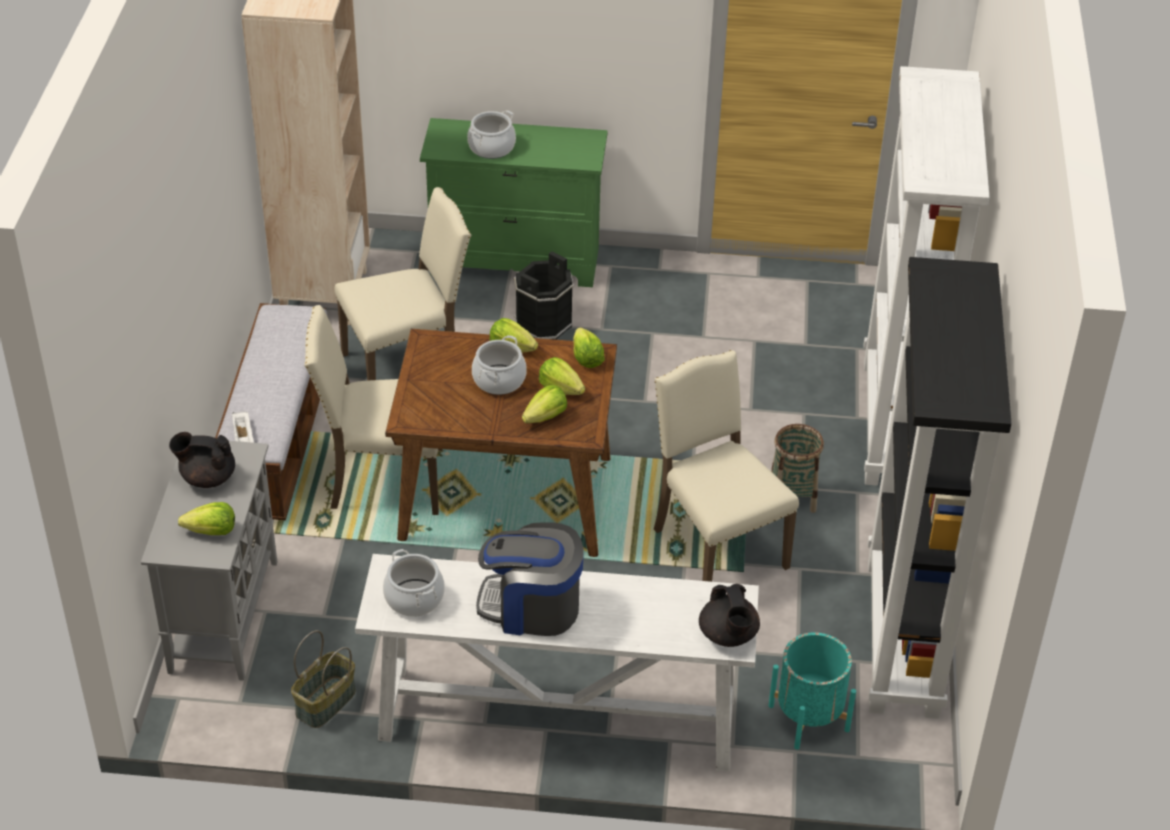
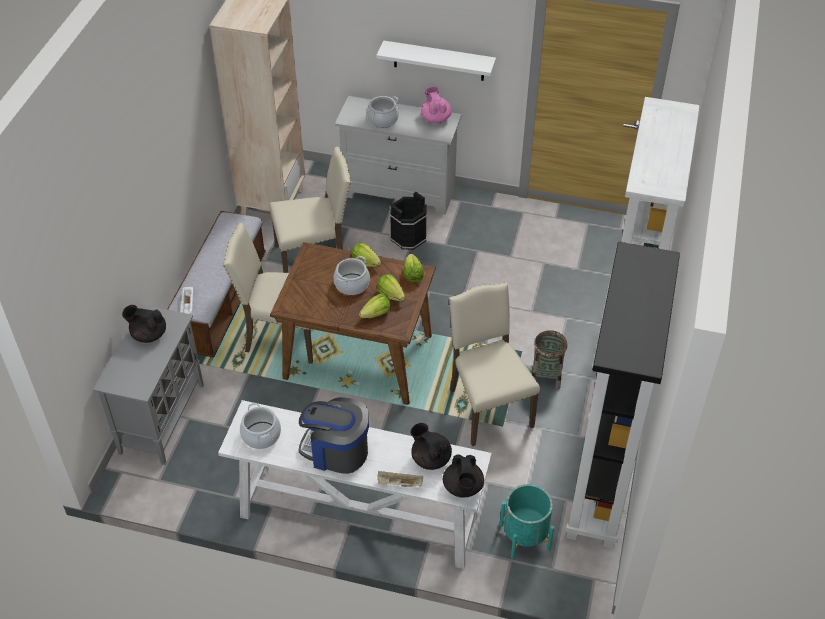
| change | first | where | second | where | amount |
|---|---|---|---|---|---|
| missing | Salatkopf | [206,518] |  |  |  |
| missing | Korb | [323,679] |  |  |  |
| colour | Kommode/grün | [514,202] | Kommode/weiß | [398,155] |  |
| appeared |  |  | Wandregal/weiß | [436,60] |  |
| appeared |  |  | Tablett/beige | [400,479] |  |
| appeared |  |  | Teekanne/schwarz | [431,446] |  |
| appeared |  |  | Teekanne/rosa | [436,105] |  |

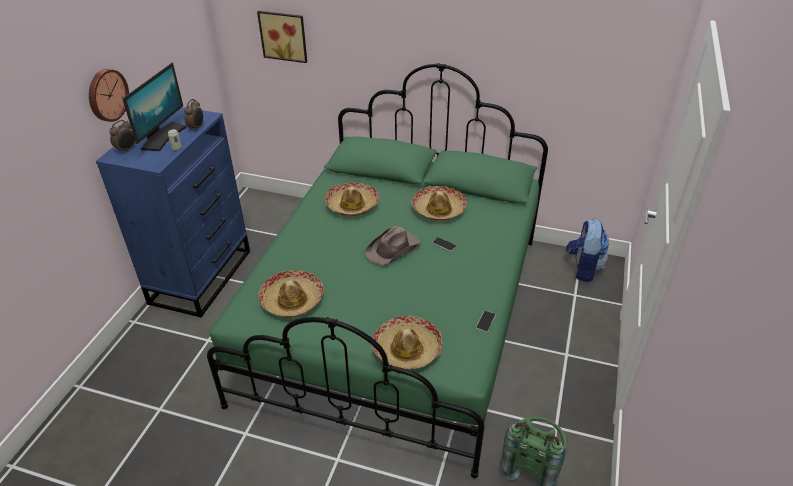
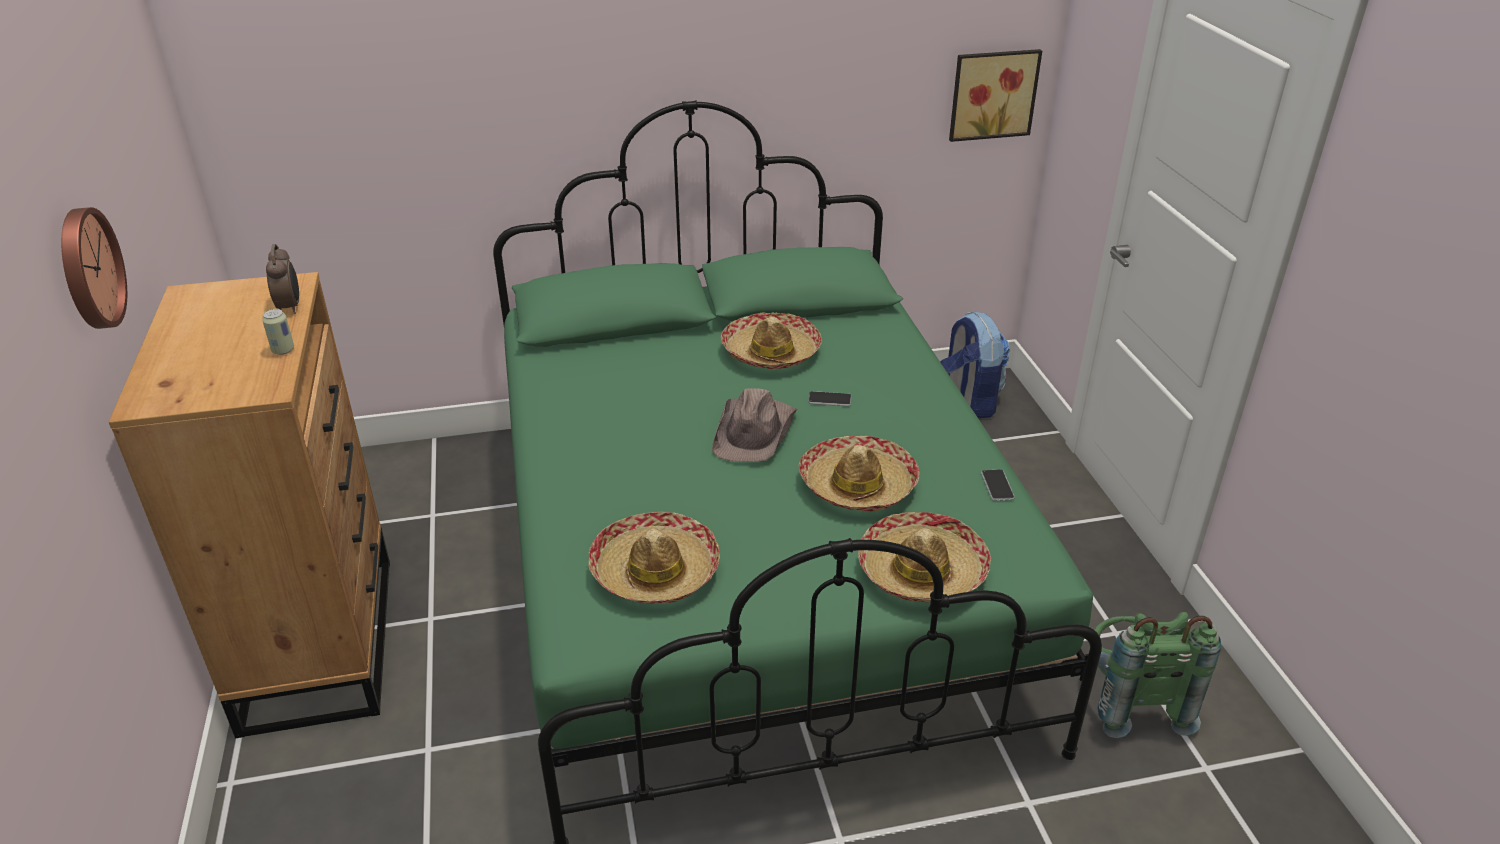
| change | first | where | second | where | amount |
|---|---|---|---|---|---|
| colour | Kommode/blau | [173,212] | Kommode/braun | [249,505] |  |
| missing | Wecker | [122,137] |  |  |  |
| missing | Monitor | [154,107] |  |  |  |
| relocated | Bild | [282,37] |  | [995,95] |  |
| relocated | Hut | [352,200] |  | [859,474] |  |

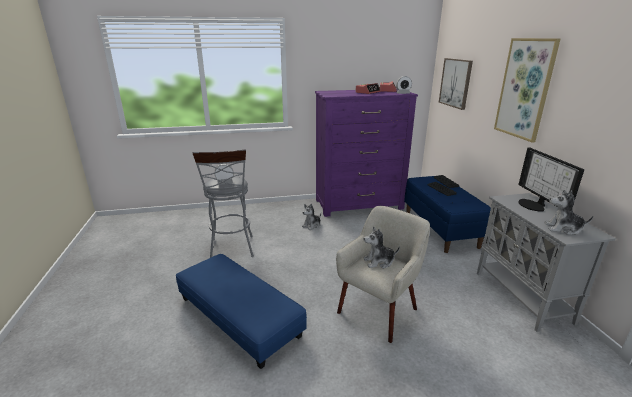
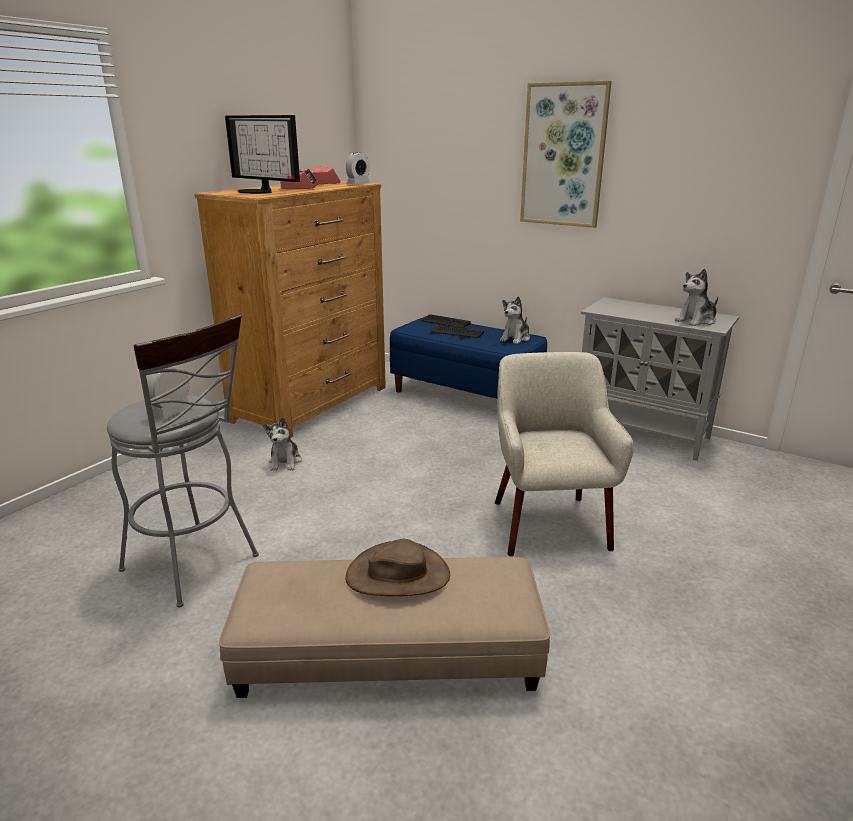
| change | first | where | second | where | amount |
|---|---|---|---|---|---|
| colour | Polsterhocker/blau | [241,311] | Polsterhocker/beige | [384,627] |  |
| colour | Kommode/lila | [366,153] | Kommode/braun | [290,309] |  |
| relocated | Plüschtier | [382,248] |  | [515,320] |  |
| missing | Bild | [456,84] |  |  |  |
| relocated | Monitor | [551,179] |  | [262,154] |  |
| appeared |  |  | Hut/braun | [397,567] |  |

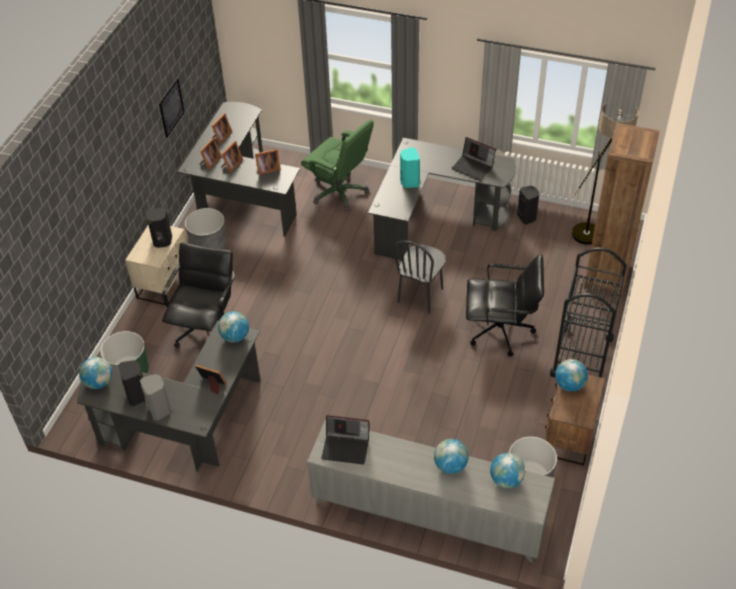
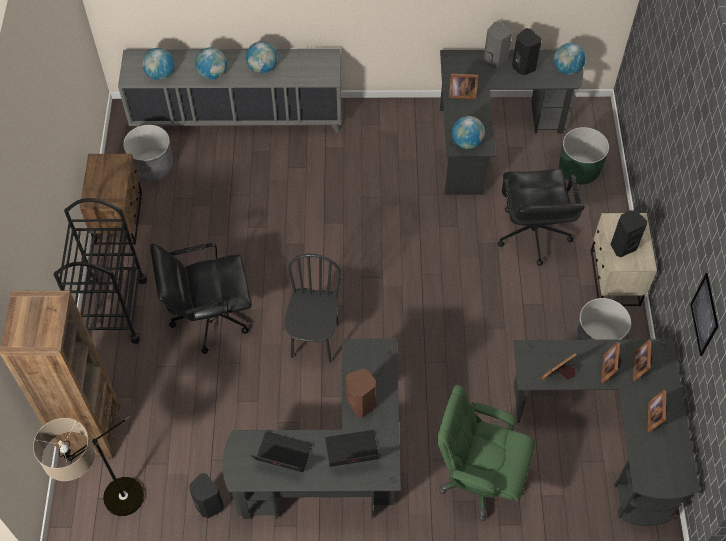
| change | first | where | second | where | amount |
|---|---|---|---|---|---|
| relocated | Laptop | [345,439] |  | [353,448] |  |
| colour | Lautsprecher/türkis | [410,167] | Lautsprecher/braun | [361,393] |  |
| relocated | Globus | [571,375] |  | [261,57] |  |

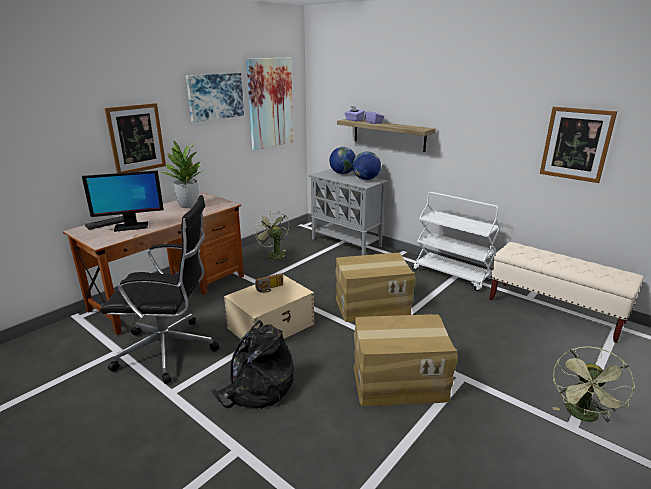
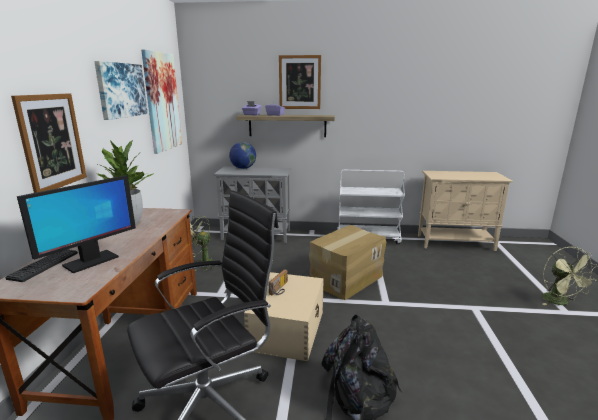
| change | first | where | second | where | amount |
|---|---|---|---|---|---|
| missing | Globus | [367,166] |  |  |  |
| missing | Karton | [406,360] |  |  |  |
| exchanged | Bank/beige | [566,292] | Schrank/beige | [465,211] |  |
| relocated | Bild | [578,145] |  | [300,82] |  |

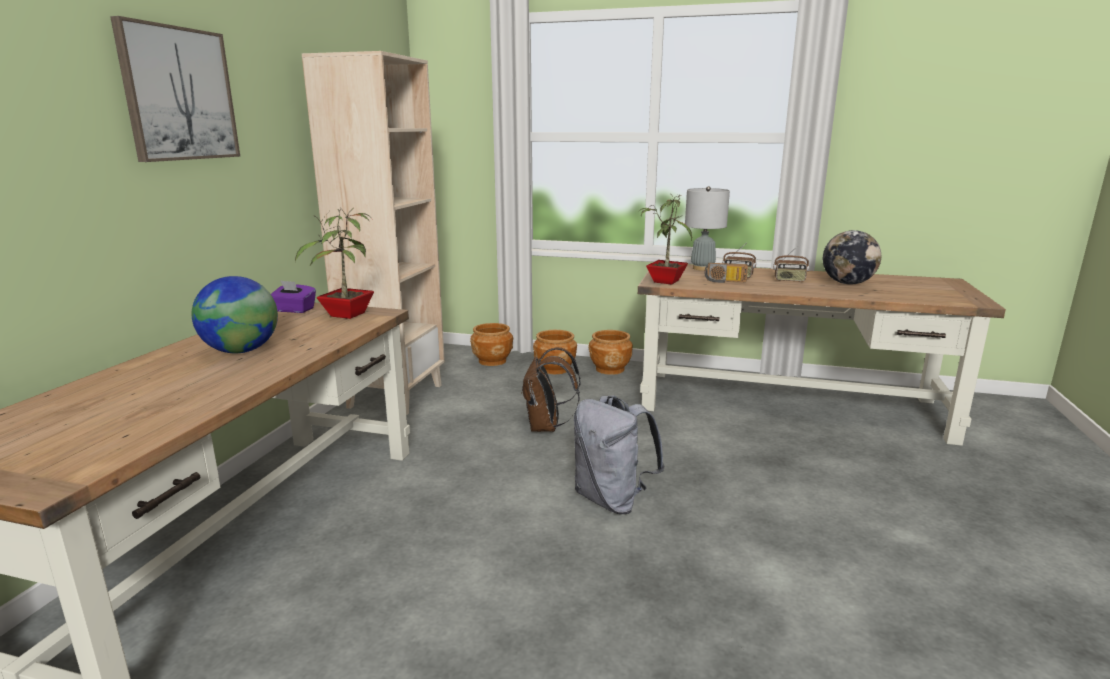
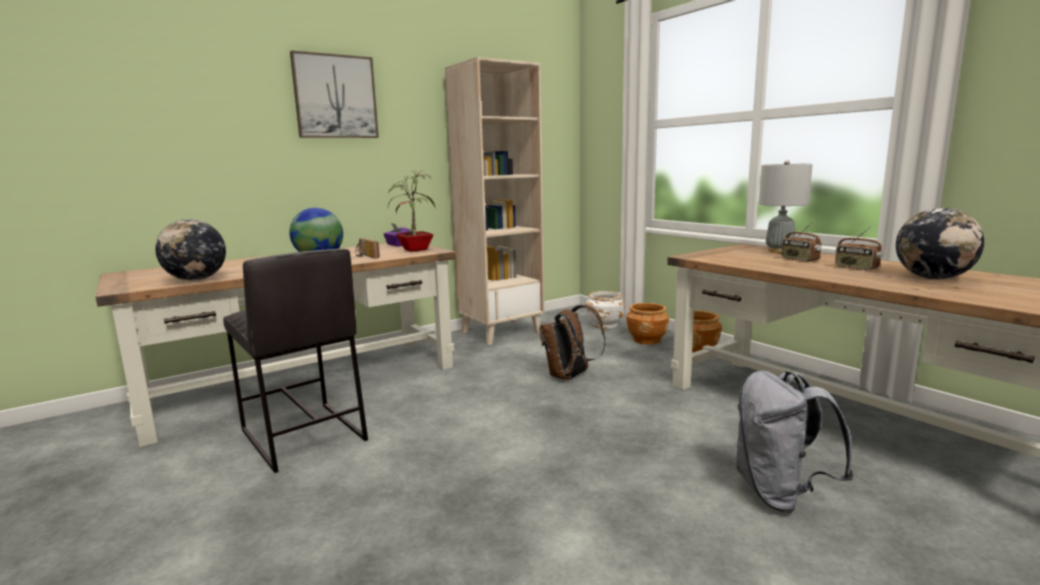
| change | first | where | second | where | amount |
|---|---|---|---|---|---|
| colour | Pflanzkübel/braun | [491,344] | Pflanzkübel/weiß | [605,309] |  |
| relocated | Rucksack/grau | [619,454] |  | [794,442] |  |
| missing | Topfpflanze | [665,240] |  |  |  |
| relocated | Radio | [726,273] |  | [367,248] |  |
| appeared |  |  | Globus | [190,250] |  |
| appeared |  |  | Hocker/grau | [295,361] |  |

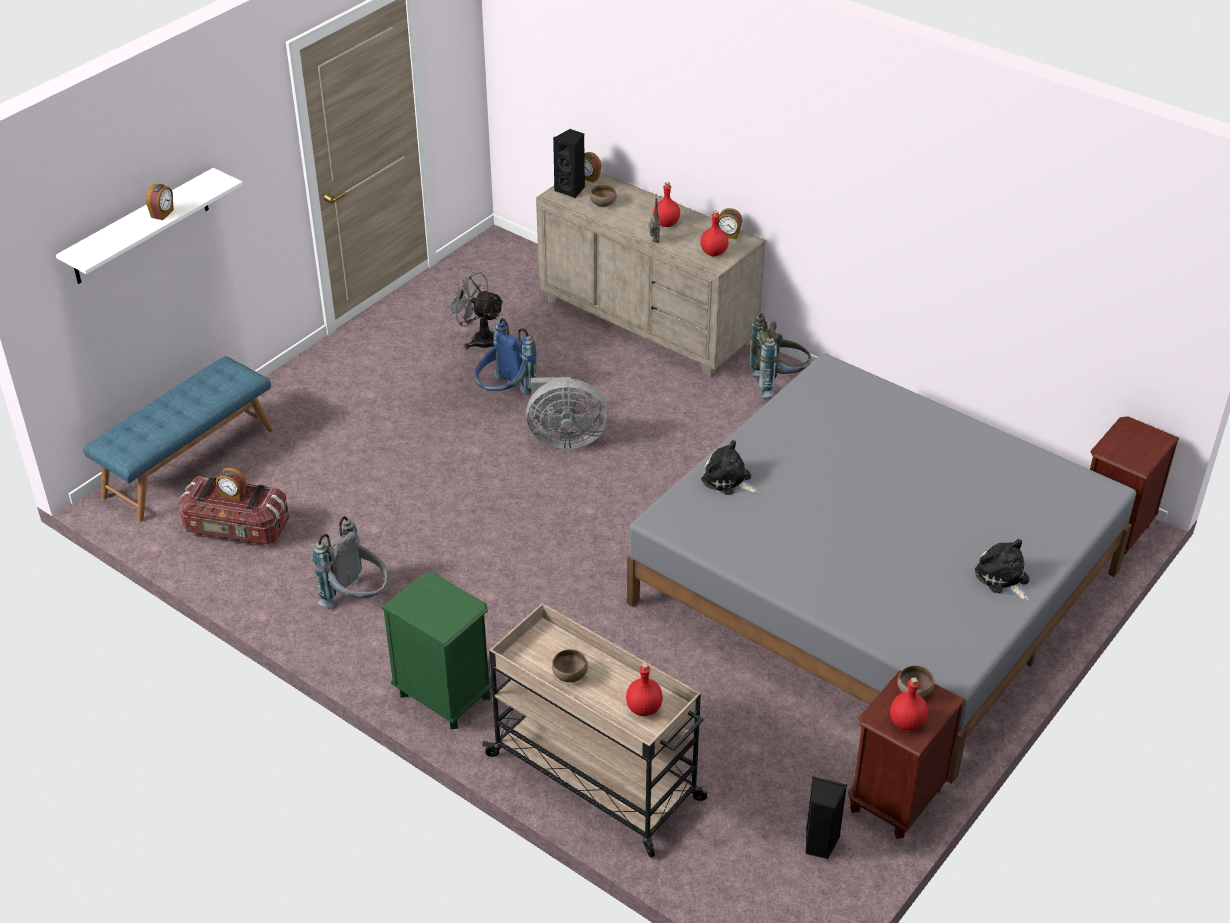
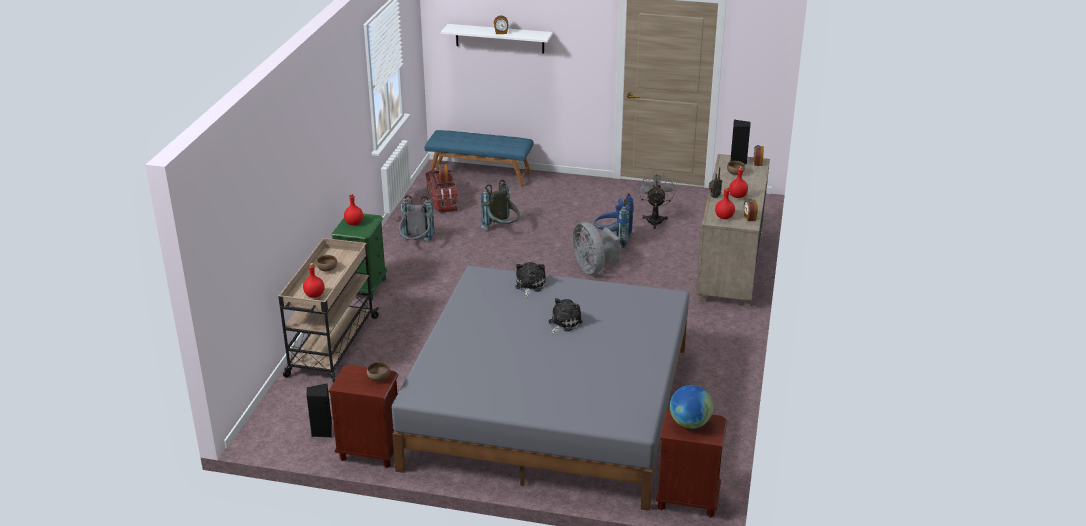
| change | first | where | second | where | amount |
|---|---|---|---|---|---|
| relocated | Rucksack/grau | [780,355] |  | [500,205] |  |
| relocated | Flasche/rot | [909,704] |  | [353,209] |  |
| relocated | Plüschtier | [1002,570] |  | [565,316] |  |
| appeared |  |  | Globus | [691,407] |  |

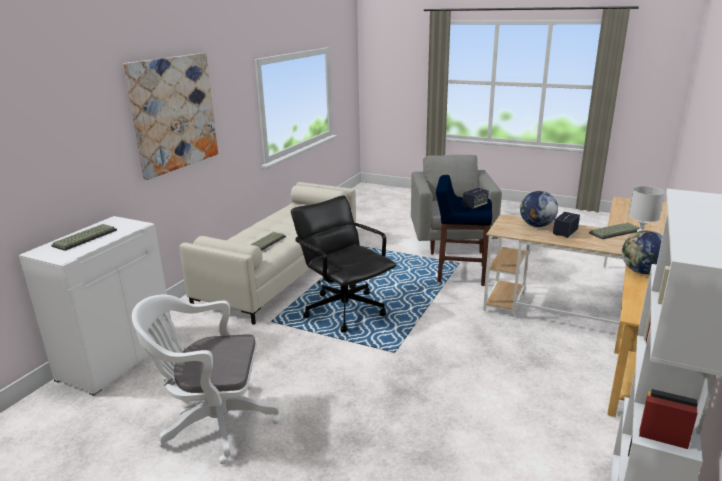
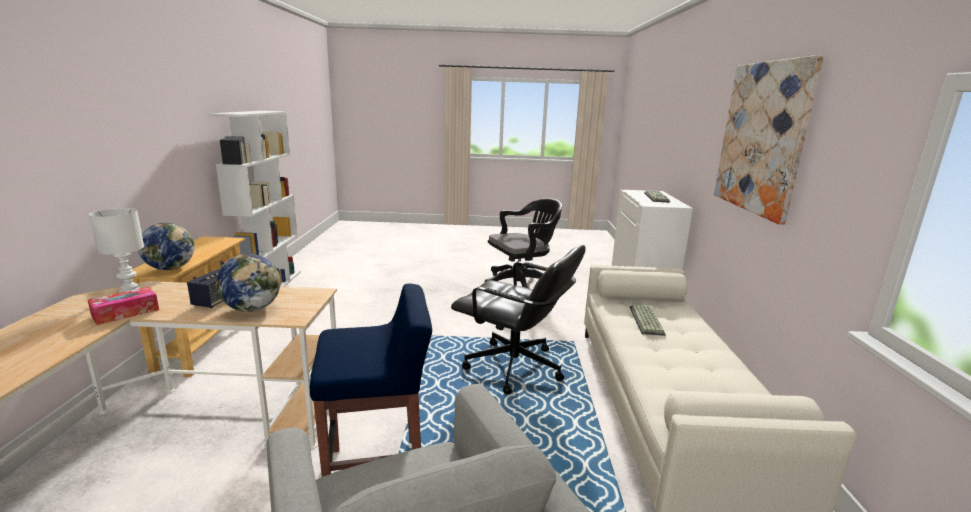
| change | first | where | second | where | amount |
|---|---|---|---|---|---|
| colour | Bürostuhl/weiß | [206,379] | Bürostuhl/schwarz | [523,243] |  |
| missing | Lautsprecher | [476,198] |  |  |  |
| exchanged | Tastatur | [614,230] | Taschentuchbox | [123,306] |  |

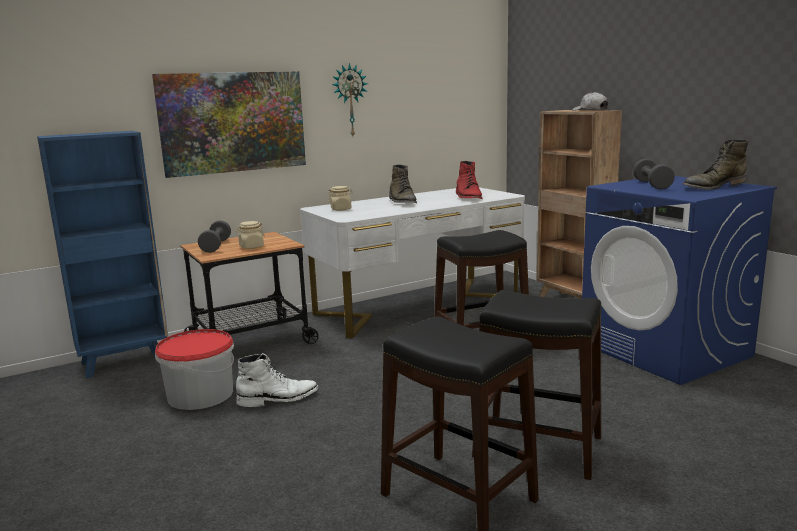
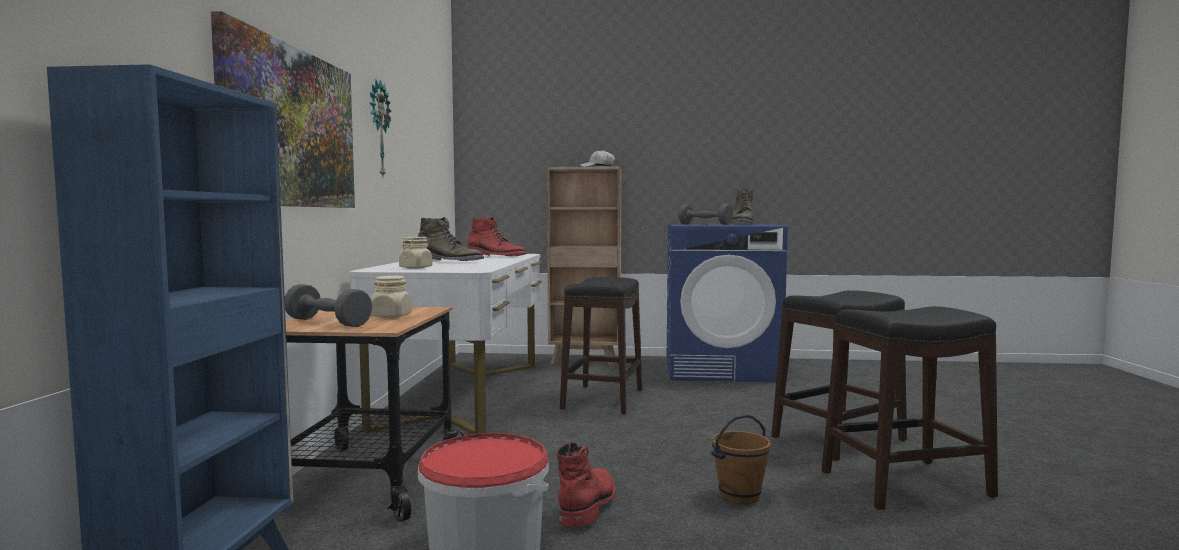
| change | first | where | second | where | amount |
|---|---|---|---|---|---|
| colour | Stiefel/weiß | [277,380] | Stiefel/rot | [586,484] |  |
| appeared |  |  | Eimer/braun | [741,459] |  |

